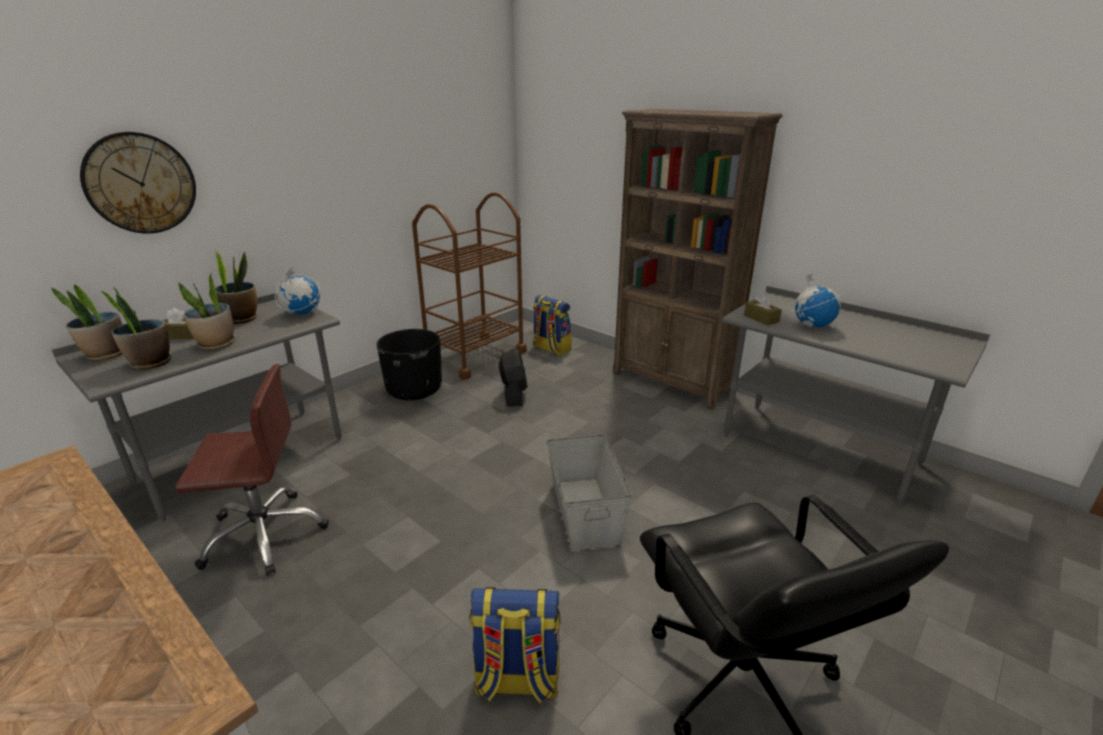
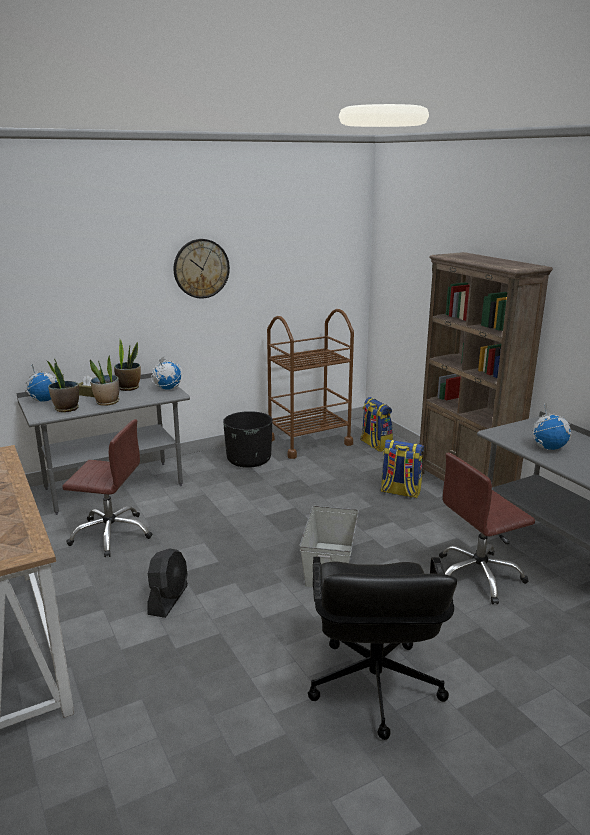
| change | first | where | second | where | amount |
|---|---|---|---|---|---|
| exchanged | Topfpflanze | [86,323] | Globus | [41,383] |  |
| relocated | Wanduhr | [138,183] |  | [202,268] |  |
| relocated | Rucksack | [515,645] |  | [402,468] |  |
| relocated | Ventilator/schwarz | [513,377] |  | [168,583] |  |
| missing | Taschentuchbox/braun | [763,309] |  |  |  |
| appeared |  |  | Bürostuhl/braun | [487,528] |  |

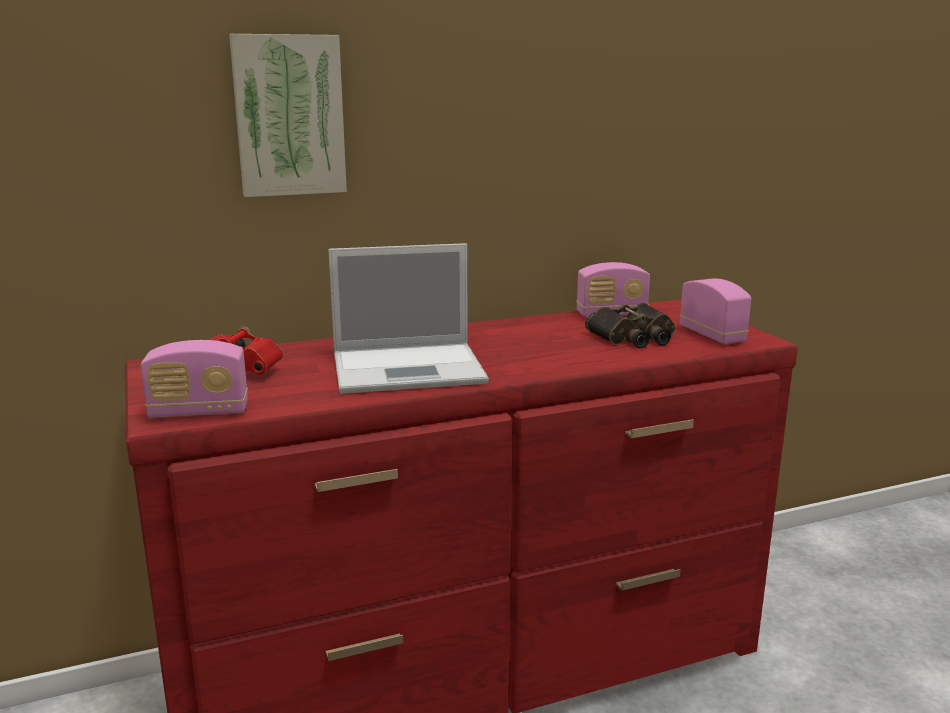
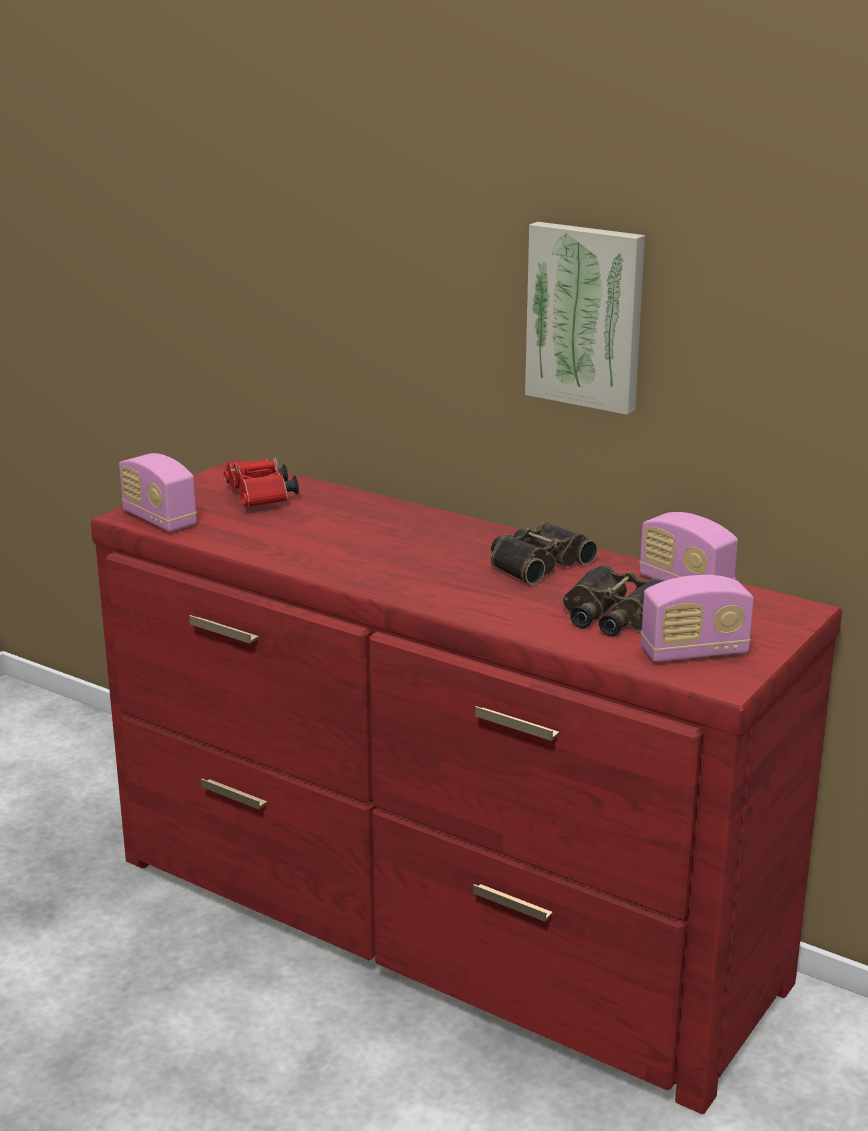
| change | first | where | second | where | amount |
|---|---|---|---|---|---|
| relocated | Bild | [288,115] |  | [585,318] |  |
| missing | Laptop | [409,318] |  |  |  |
| spun | Radio | [715,311] |  | [697,618] | 45 degrees clockwise |
| appeared |  |  | Fernglas | [544,553] |  |

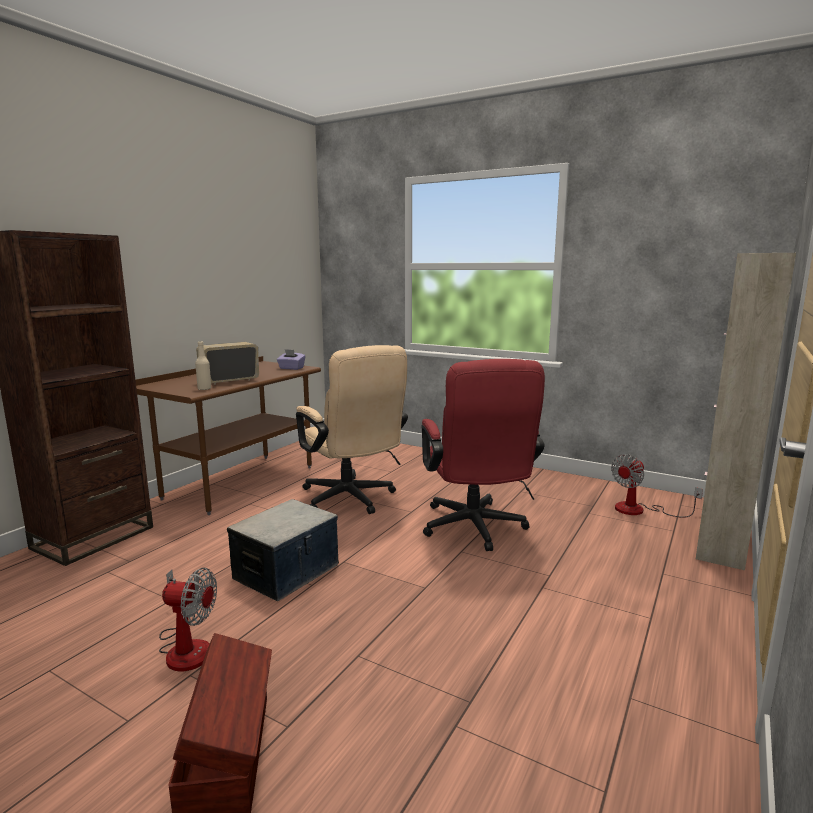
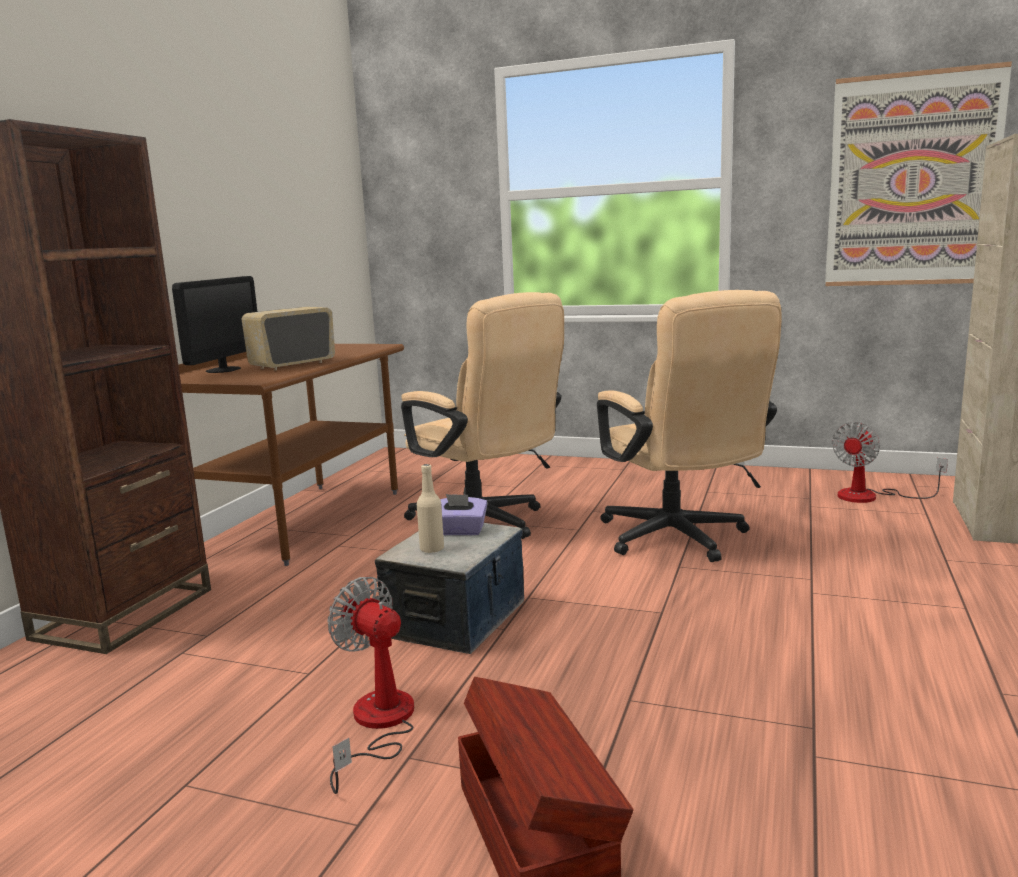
| change | first | where | second | where | amount |
|---|---|---|---|---|---|
| spun | Ventilator | [188,619] |  | [371,685] | 135 degrees counterclockwise |
| relocated | Flasche/beige | [203,365] |  | [430,508] |  |
| relocated | Taschentuchbox/lila | [291,359] |  | [463,514] |  |
| colour | Bürostuhl/rot | [483,455] | Bürostuhl/beige | [689,426] |  |
| appeared |  |  | Monitor | [214,324] |  |
| appeared |  |  | Bild | [918,173] |  |

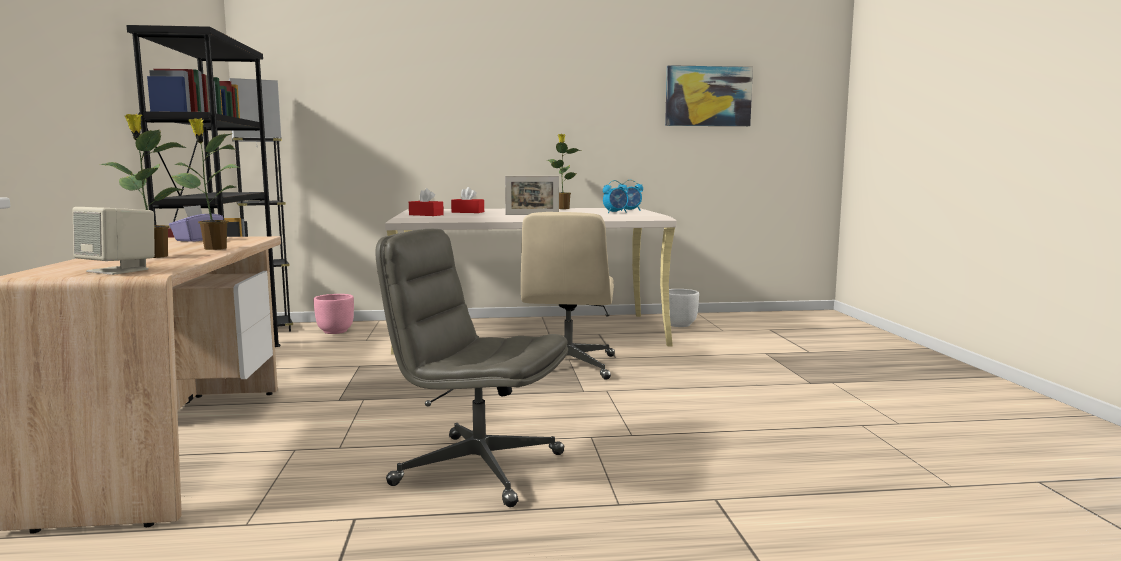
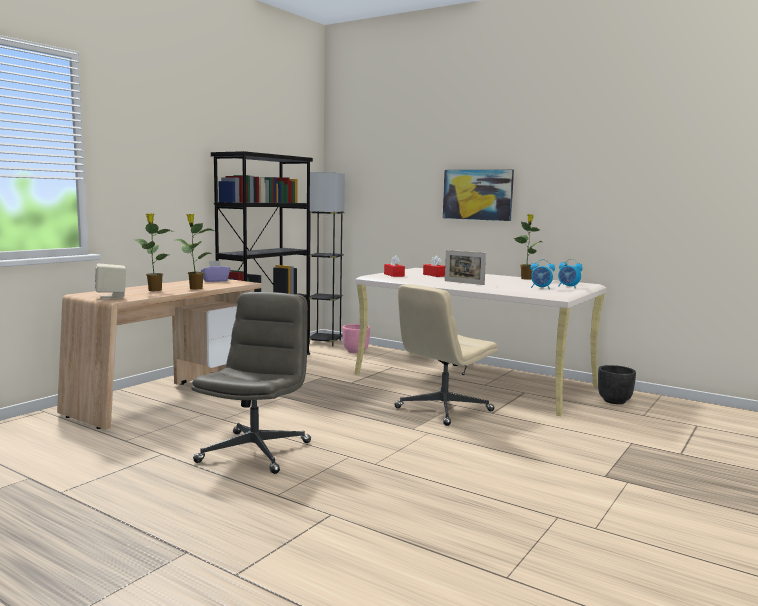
| change | first | where | second | where | amount |
|---|---|---|---|---|---|
| spun | Bürostuhl/grau | [471,368] |  | [251,383] | 45 degrees clockwise |
| relocated | Bild | [709,95] |  | [478,195] |  |
| colour | Pflanzkübel/weiß | [684,308] | Pflanzkübel/schwarz | [617,384] |  |

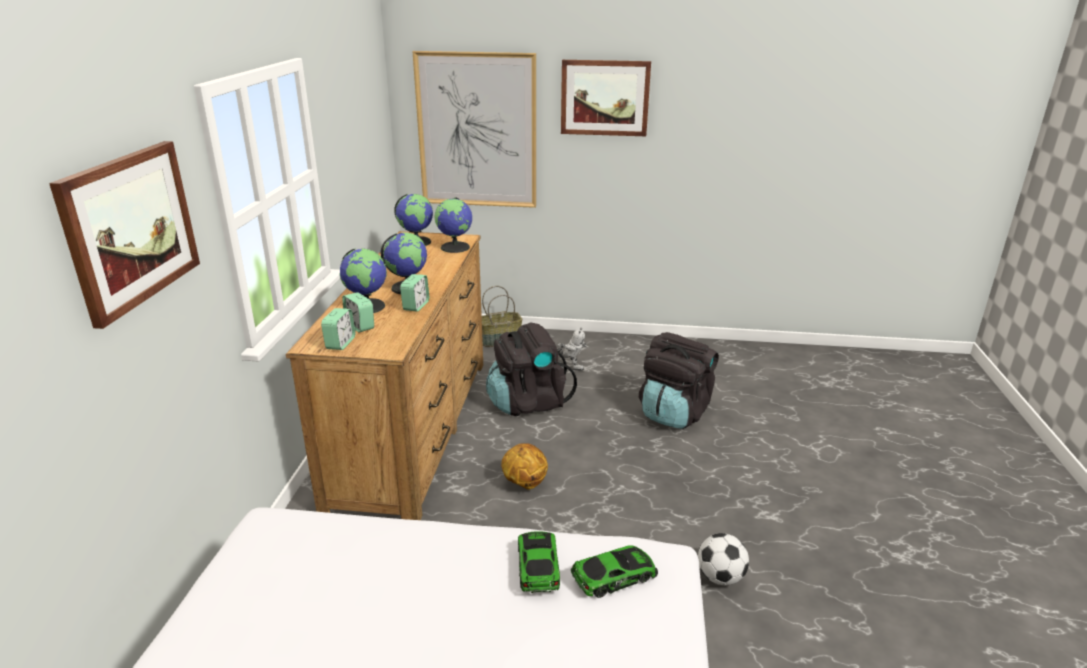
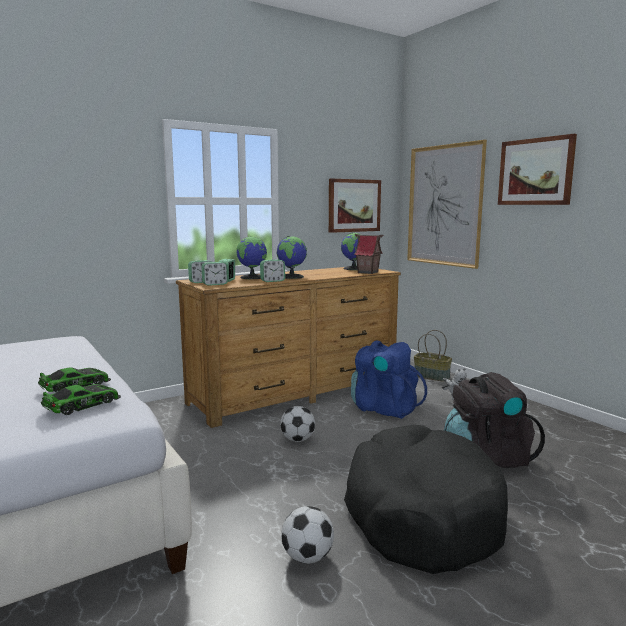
| change | first | where | second | where | amount |
|---|---|---|---|---|---|
| relocated | Bild | [124,235] |  | [355,206] |  |
| exchanged | Globus | [453,225] | Spielzeughaus | [368,254] |  |
| colour | Rucksack/schwarz | [531,369] | Rucksack/blau | [389,380] |  |
| exchanged | Basketball | [524,467] | Fußball | [297,424] |  |
| spun | Spielzeugauto | [614,571] |  | [81,399] | 75 degrees counterclockwise |
| appeared |  |  | Wecker | [215,274] |  |
| appeared |  |  | Hundebett/schwarz | [426,499] |  |

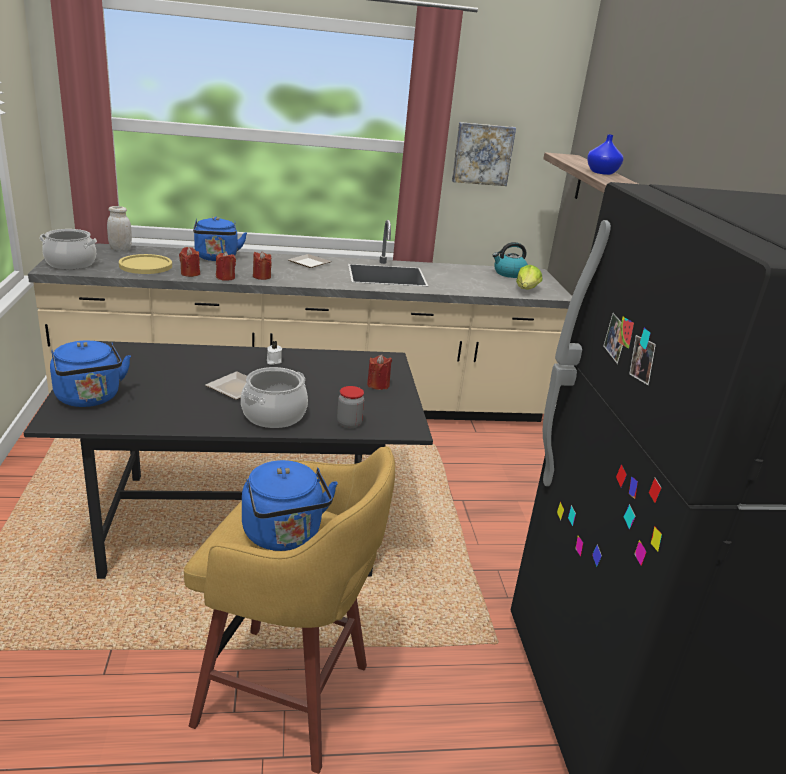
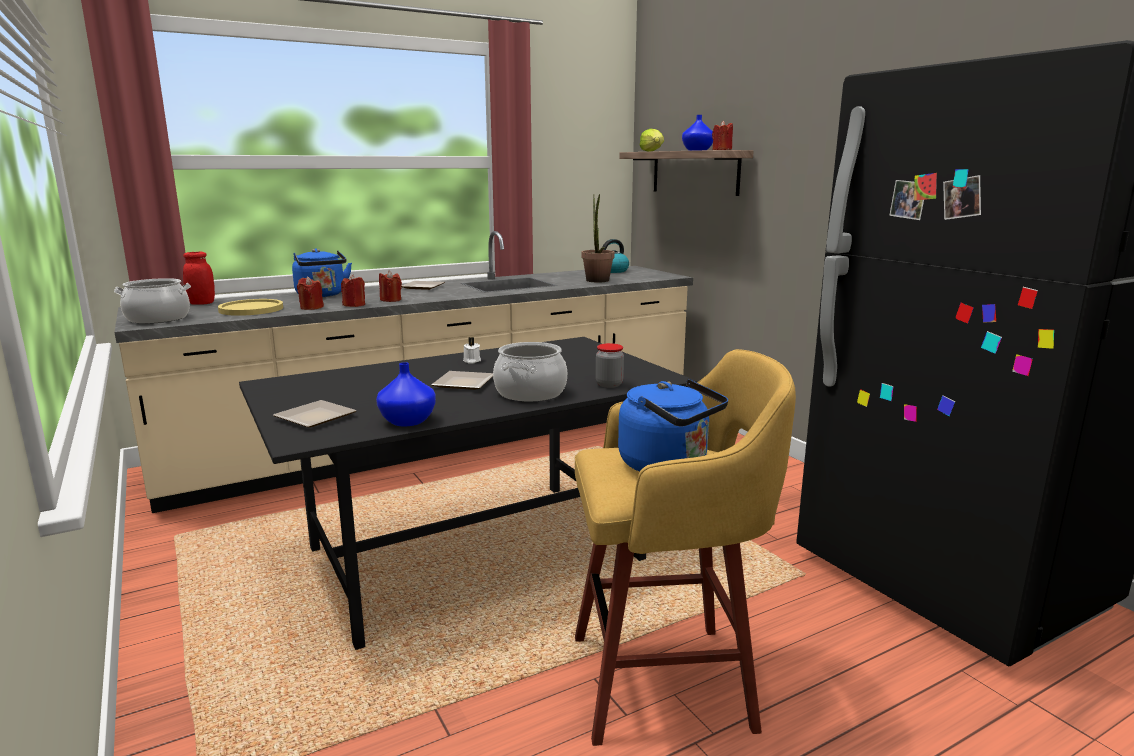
| change | first | where | second | where | amount |
|---|---|---|---|---|---|
| exchanged | Wasserkessel/blau | [90,373] | Teller | [315,413] |  |
| colour | Vorratsglas/weiß | [119,228] | Vorratsglas/rot | [199,278] |  |
| relocated | Kerze/rot | [379,372] |  | [722,135] |  |
| missing | Bild | [484,154] |  |  |  |
| relocated | Salatkopf | [529,277] |  | [651,140] |  |
| appeared |  |  | Vase/blau | [406,394] |  |
| appeared |  |  | Topfpflanze | [598,238] |  |

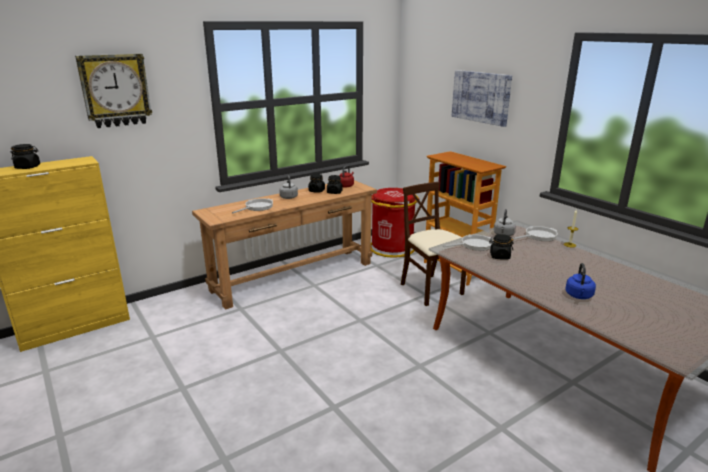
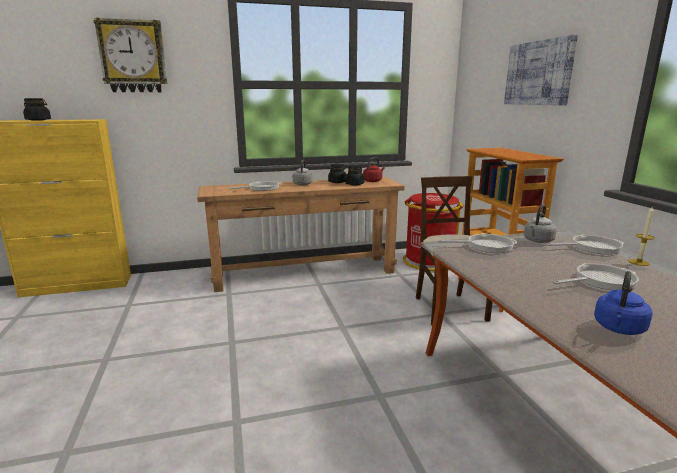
| change | first | where | second | where | amount |
|---|---|---|---|---|---|
| missing | Vorratsglas/schwarz | [501,247] |  |  |  |
| appeared |  |  | Pfanne | [595,276] |  |

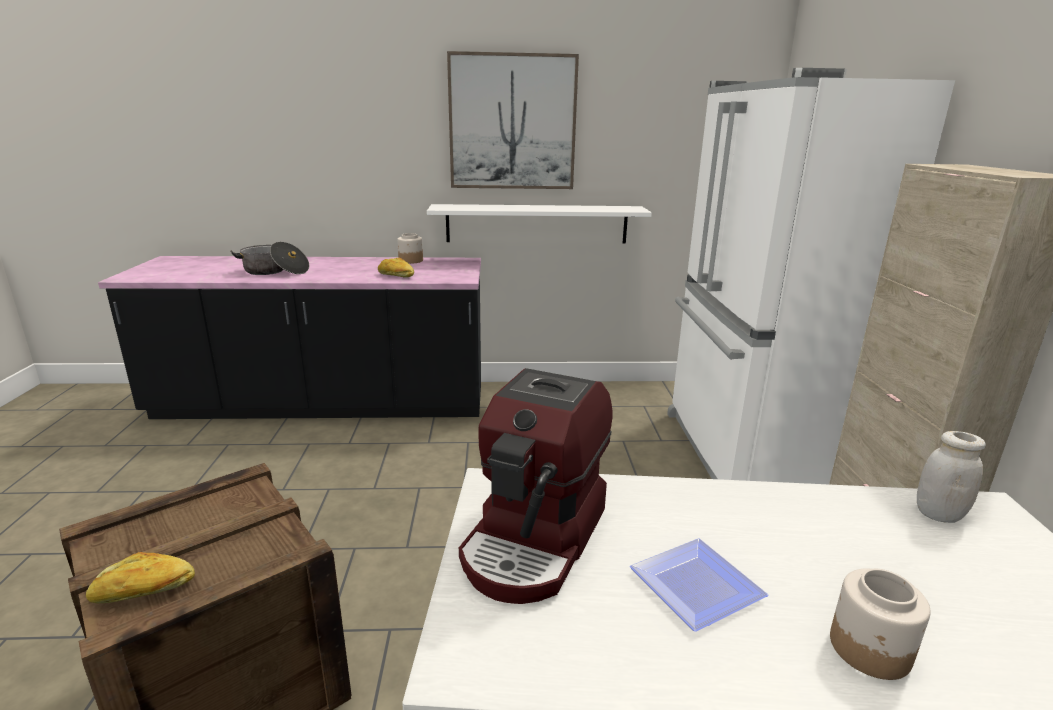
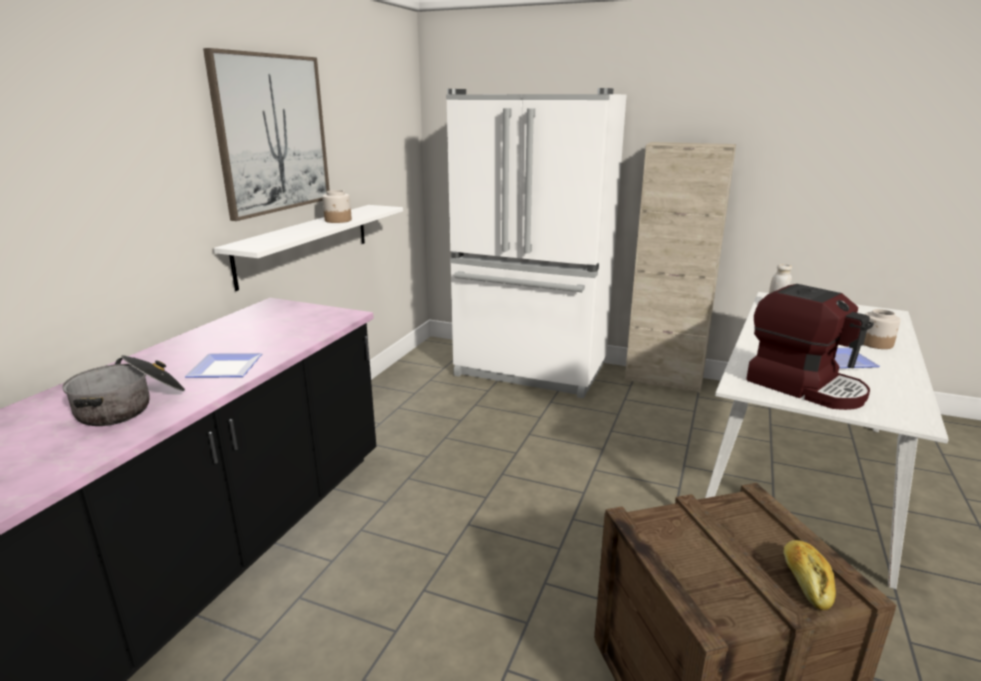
| change | first | where | second | where | amount |
|---|---|---|---|---|---|
| missing | Brot | [396,268] |  |  |  |
| relocated | Vorratsglas | [410,248] |  | [337,206] |  |
| appeared |  |  | Teller | [223,365] |  |

